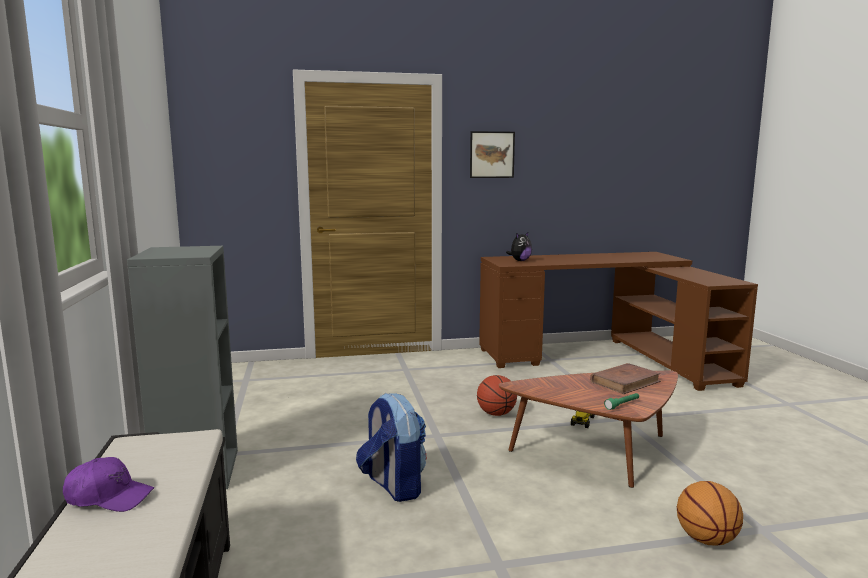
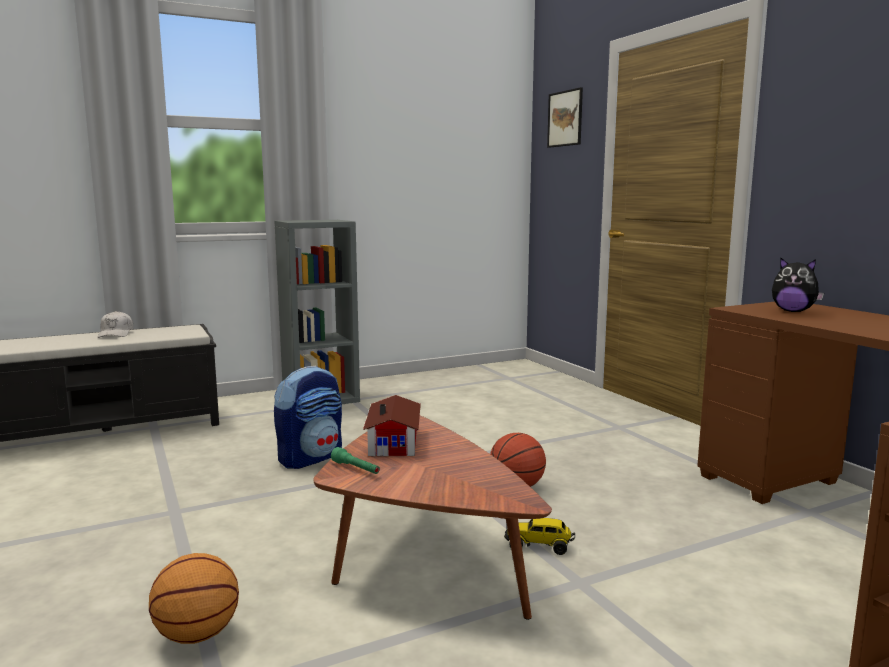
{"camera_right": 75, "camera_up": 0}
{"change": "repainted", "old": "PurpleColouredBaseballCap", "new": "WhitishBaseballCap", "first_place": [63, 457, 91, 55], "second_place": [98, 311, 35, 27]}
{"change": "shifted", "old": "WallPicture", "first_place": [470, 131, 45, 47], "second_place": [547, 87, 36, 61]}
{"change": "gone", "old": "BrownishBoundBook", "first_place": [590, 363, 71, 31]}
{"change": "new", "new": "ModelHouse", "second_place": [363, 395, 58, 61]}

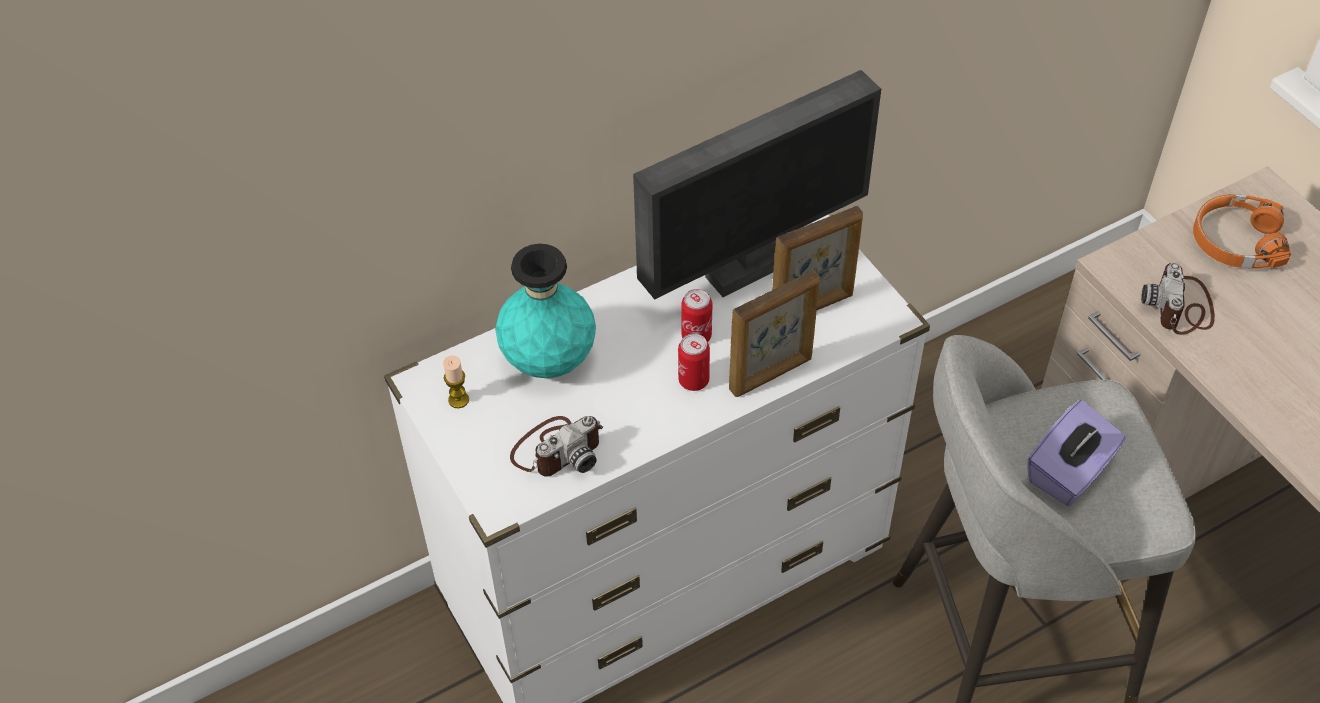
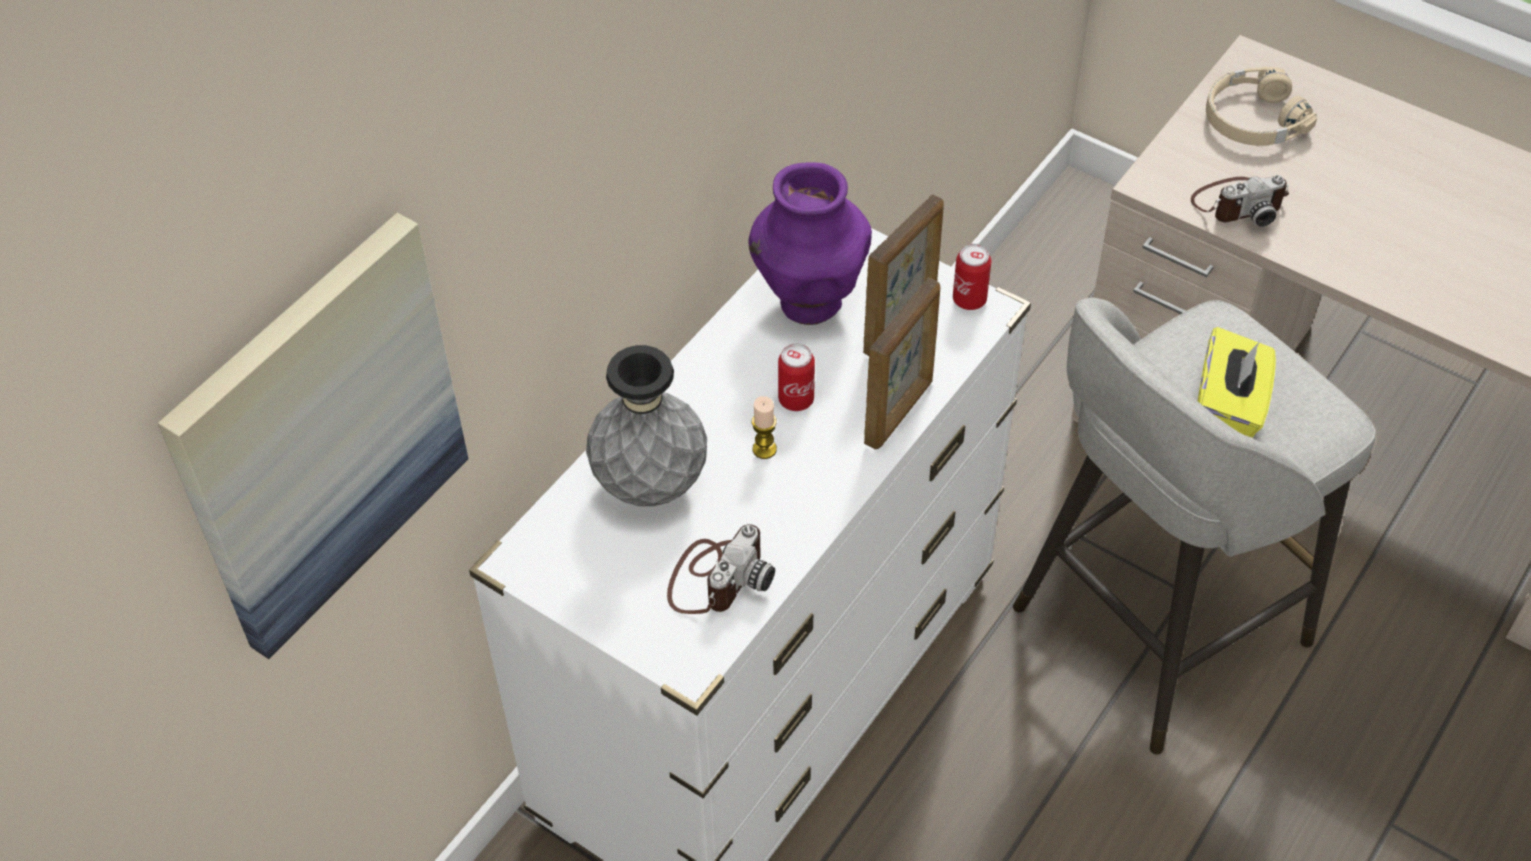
{"camera_right": -25, "camera_up": 0}
{"change": "shifted", "old": "Candle", "first_place": [443, 355, 26, 53], "second_place": [752, 396, 25, 63]}
{"change": "repainted", "old": "BlueGreenDecorativeVase", "new": "GrayDecorativeVase", "first_place": [495, 244, 101, 134], "second_place": [586, 345, 121, 161]}
{"change": "swapped", "old": "ComputerDisplay", "new": "PurpleColouredDecorativeVase", "first_place": [633, 70, 248, 230], "second_place": [748, 162, 124, 163]}
{"change": "shifted", "old": "MetalCan", "first_place": [678, 333, 32, 58], "second_place": [953, 244, 38, 66]}
{"change": "repainted", "old": "PurpleColouredTissueBox", "new": "YellowTissueBox", "first_place": [1027, 400, 99, 106], "second_place": [1198, 327, 78, 111]}
{"change": "rotated", "old": "StillCamera", "first_place": [1141, 262, 74, 73], "second_place": [1191, 175, 98, 52], "degrees": -90}
{"change": "repainted", "old": "OrangeColouredHeadset", "new": "BeigeHeadset", "first_place": [1193, 194, 98, 74], "second_place": [1206, 67, 111, 79]}
{"change": "new", "new": "WallPicture", "second_place": [158, 213, 311, 446]}

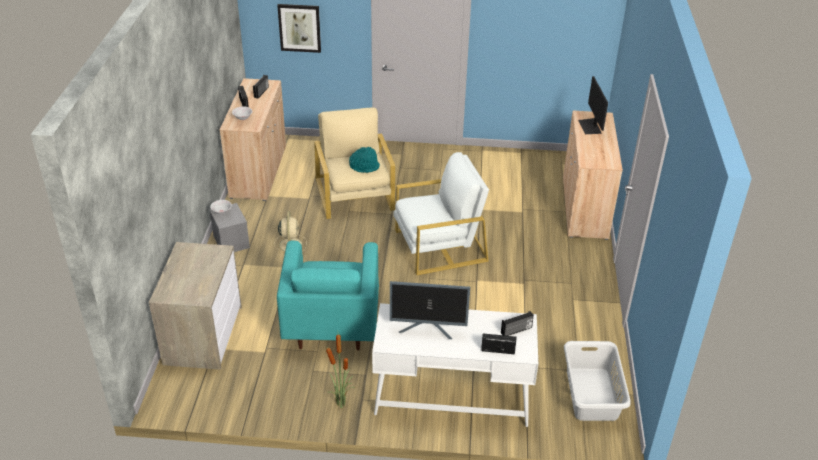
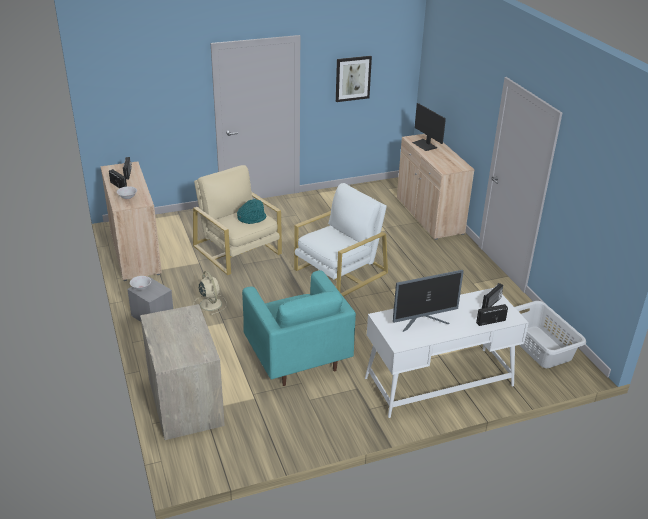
{"camera_right": -25, "camera_up": -5}
{"change": "shifted", "old": "WallPicture", "first_place": [277, 4, 44, 49], "second_place": [336, 56, 36, 46]}
{"change": "gone", "old": "Houseplant", "first_place": [326, 334, 29, 74]}

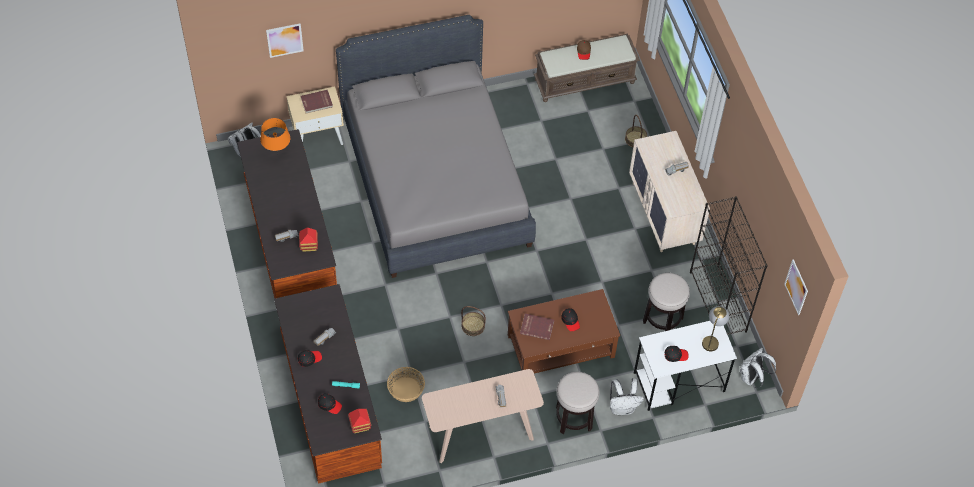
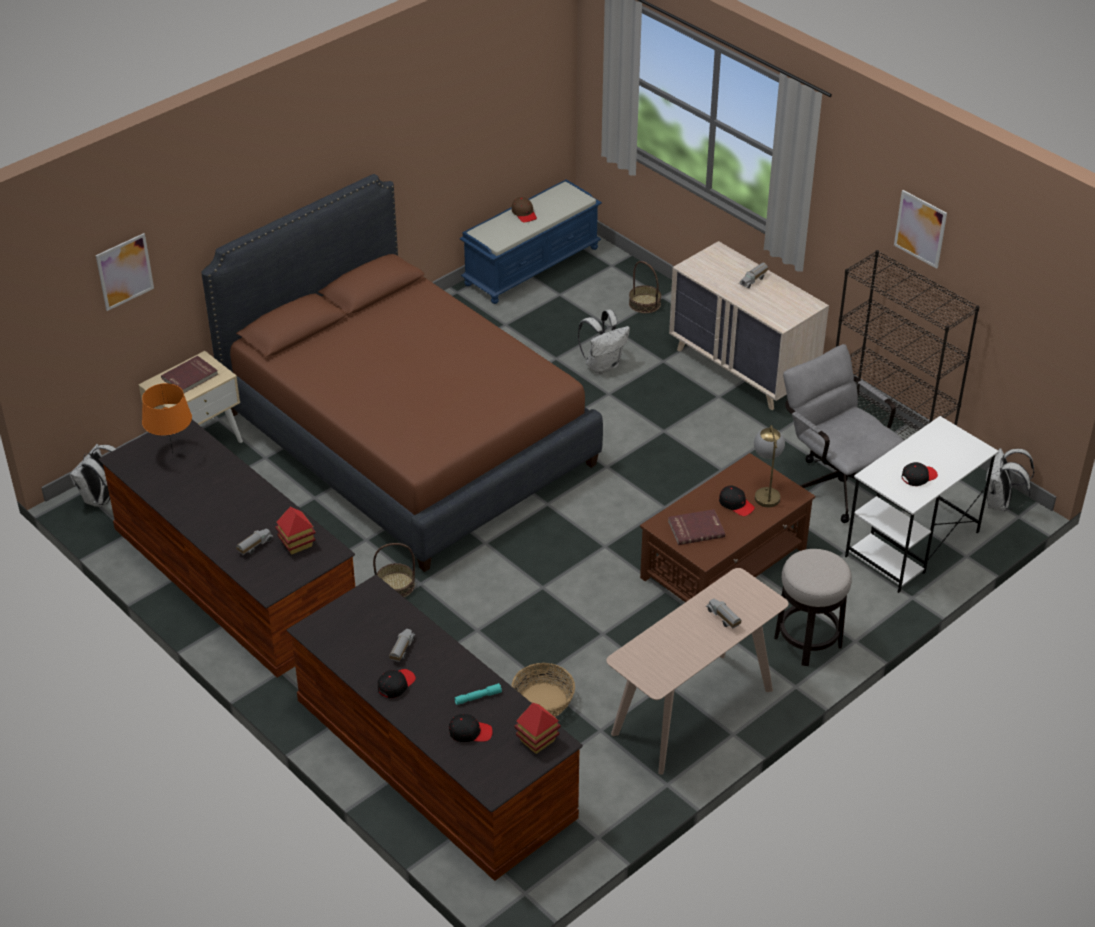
{"camera_right": -25, "camera_up": -15}
{"change": "repainted", "old": "GrayBed", "new": "BrownishBed", "first_place": [336, 15, 200, 263], "second_place": [201, 174, 402, 398]}
{"change": "shifted", "old": "Basket", "first_place": [461, 306, 25, 30], "second_place": [373, 543, 42, 54]}
{"change": "repainted", "old": "BrownishBench", "new": "BlueColouredBench", "first_place": [534, 33, 106, 69], "second_place": [460, 180, 142, 124]}
{"change": "shifted", "old": "WhitishRucksack", "first_place": [610, 378, 34, 37], "second_place": [578, 309, 52, 65]}
{"change": "swapped", "old": "SittingStool", "new": "GrayDeskChair", "first_place": [643, 273, 47, 58], "second_place": [783, 344, 121, 179]}
{"change": "shifted", "old": "LampForATable", "first_place": [702, 306, 27, 45], "second_place": [754, 425, 31, 82]}
{"change": "shifted", "old": "WallPicture", "first_place": [784, 259, 24, 56], "second_place": [894, 190, 53, 79]}

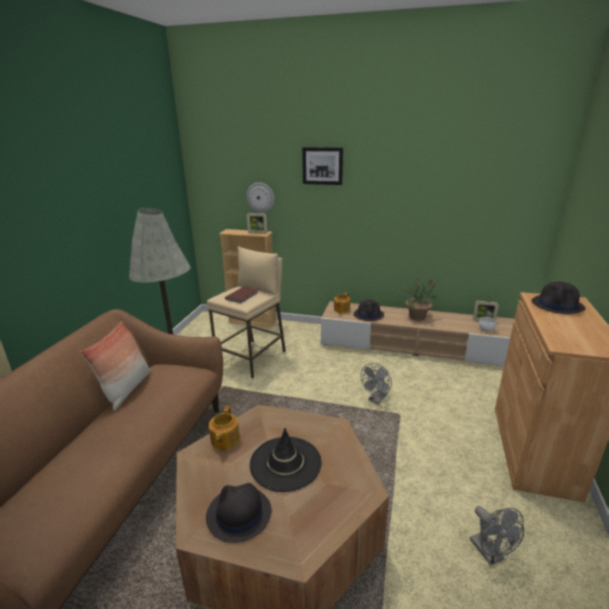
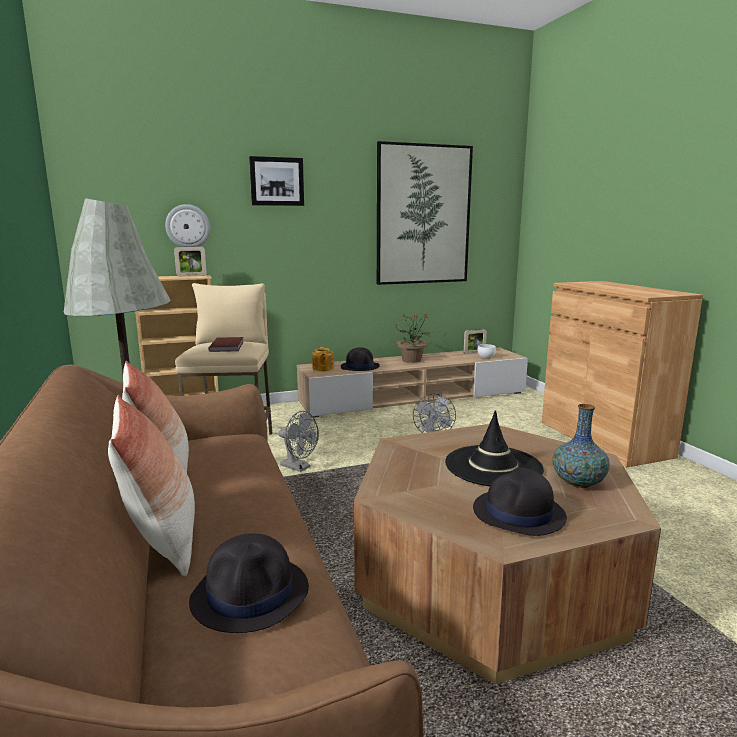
{"camera_right": -35, "camera_up": -10}
{"change": "gone", "old": "PotForTea", "first_place": [209, 406, 31, 44]}
{"change": "shifted", "old": "GrayFan", "first_place": [470, 506, 54, 59], "second_place": [278, 411, 41, 61]}
{"change": "shifted", "old": "BlackColouredWearableHat", "first_place": [531, 282, 55, 32], "second_place": [189, 533, 120, 100]}
{"change": "new", "new": "Cushion", "second_place": [108, 395, 87, 181]}
{"change": "new", "new": "WallPicture", "second_place": [377, 141, 96, 144]}
{"change": "new", "new": "DecorativeVase", "second_place": [552, 404, 58, 84]}

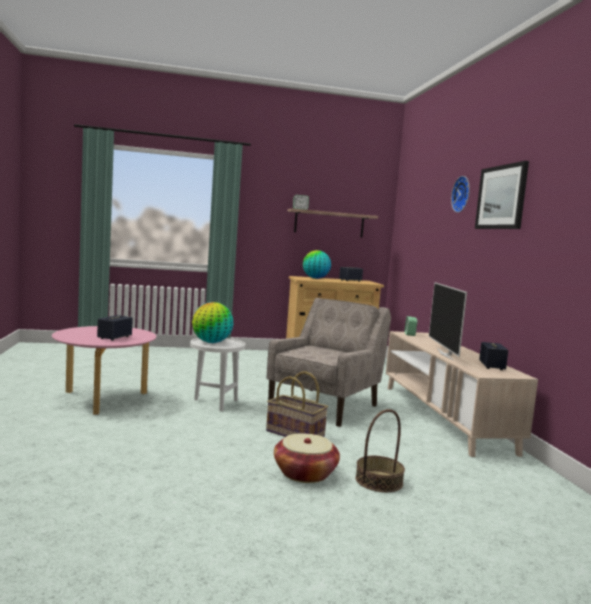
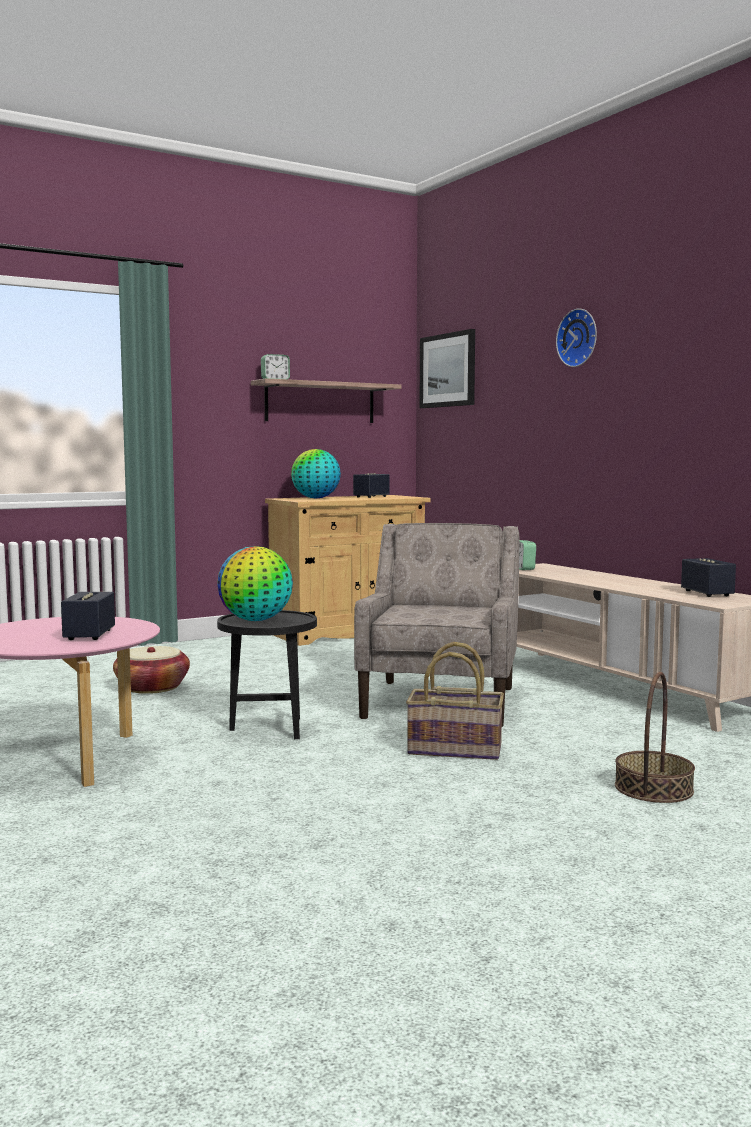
{"camera_right": -20, "camera_up": 0}
{"change": "repainted", "old": "WhitishEndTable", "new": "BlackColouredEndTable", "first_place": [190, 338, 55, 73], "second_place": [217, 610, 100, 129]}
{"change": "shifted", "old": "Basket", "first_place": [274, 433, 66, 50], "second_place": [113, 646, 77, 48]}
{"change": "gone", "old": "TvSet", "first_place": [429, 282, 38, 78]}
{"change": "shifted", "old": "WallPicture", "first_place": [475, 161, 54, 68], "second_place": [419, 329, 56, 79]}

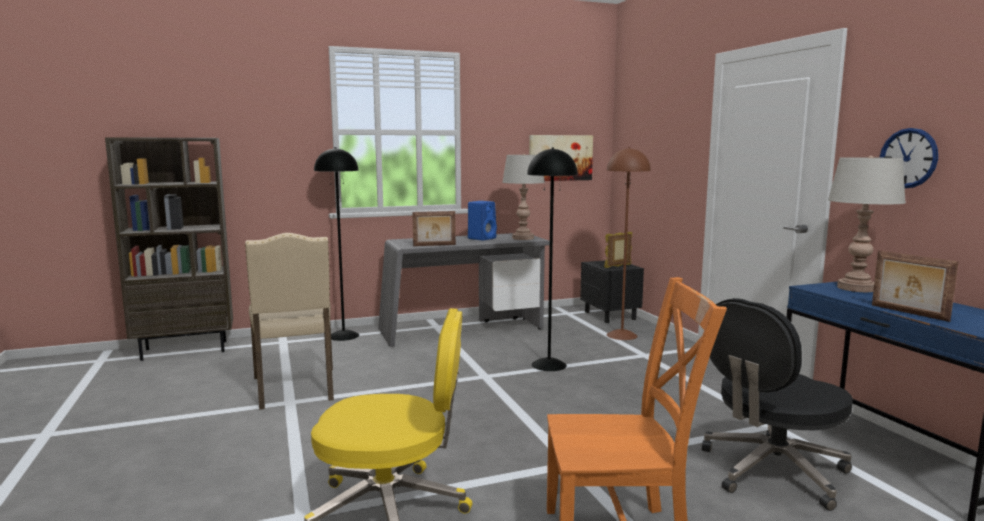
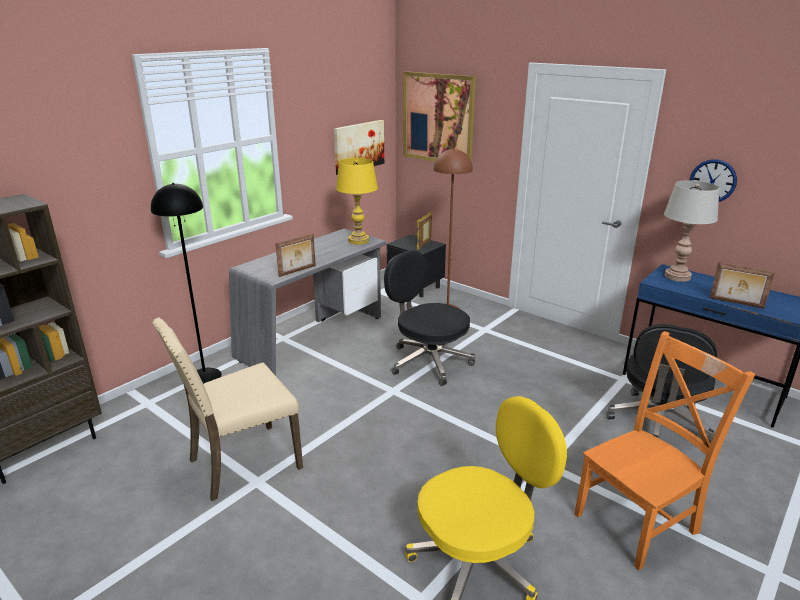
{"camera_right": -30, "camera_up": 15}
{"change": "rotated", "old": "BeigeChair", "first_place": [245, 233, 89, 177], "second_place": [152, 318, 151, 183], "degrees": 105}
{"change": "gone", "old": "BlueColouredLoudspeaker", "first_place": [468, 201, 29, 40]}
{"change": "repainted", "old": "GrayLampForATable", "new": "YellowLampForATable", "first_place": [502, 154, 43, 86], "second_place": [336, 158, 42, 87]}
{"change": "swapped", "old": "BlackColouredFloorLamp", "new": "BlackColouredDeskChair", "first_place": [527, 148, 51, 223], "second_place": [384, 250, 91, 136]}
{"change": "new", "new": "WallPicture", "second_place": [403, 71, 73, 91]}

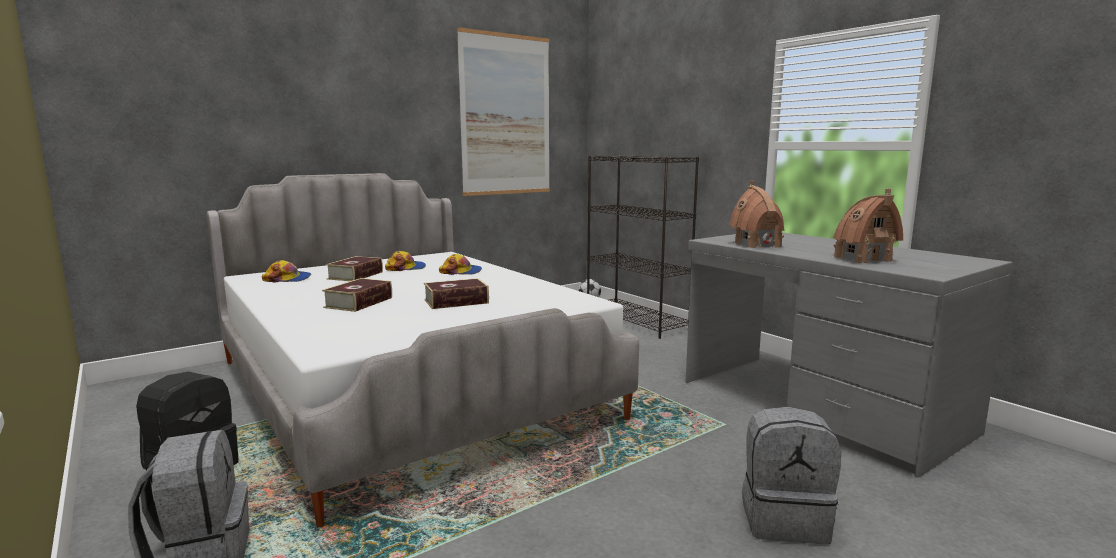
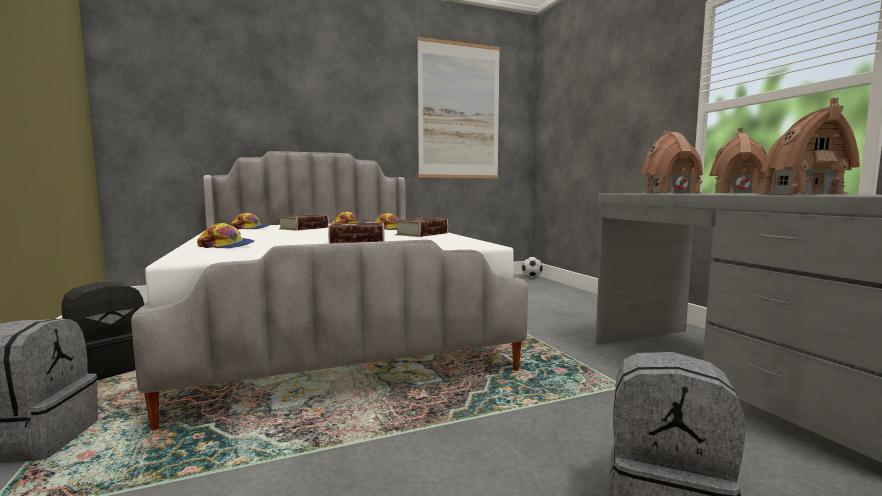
{"camera_right": 15, "camera_up": -5}
{"change": "shifted", "old": "BoundBook", "first_place": [322, 278, 70, 34], "second_place": [395, 218, 53, 19]}
{"change": "gone", "old": "BlackColouredBookcase", "first_place": [587, 156, 112, 183]}
{"change": "new", "new": "BaseballCap", "second_place": [197, 223, 57, 25]}
{"change": "new", "new": "ModelHouse", "second_place": [709, 128, 58, 65]}

